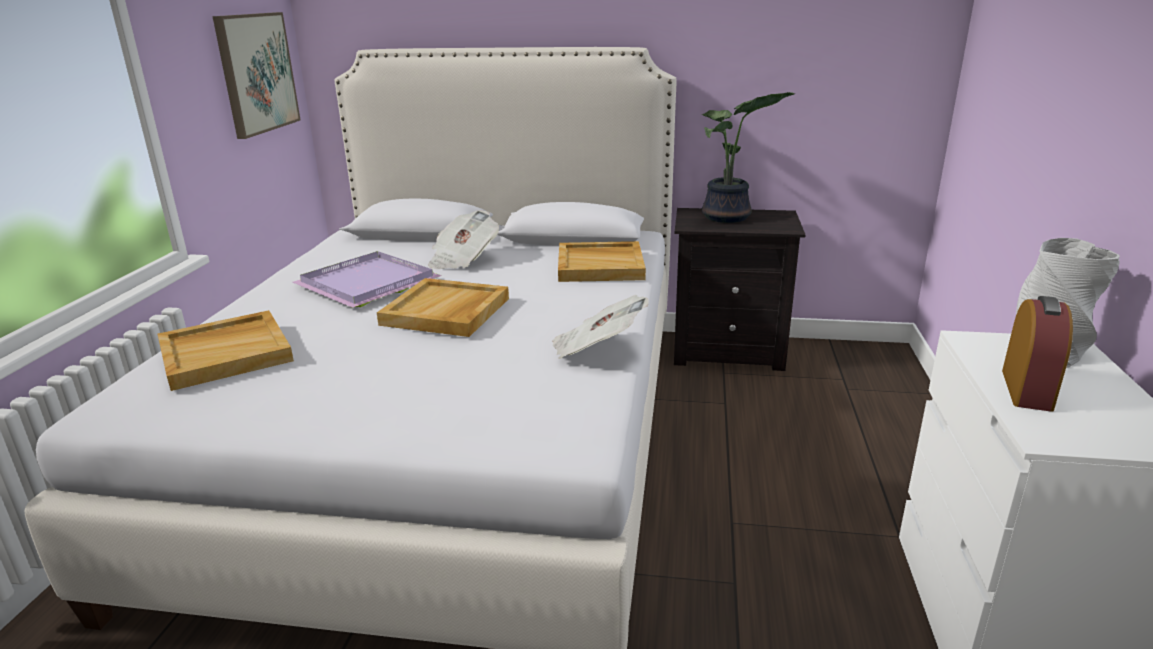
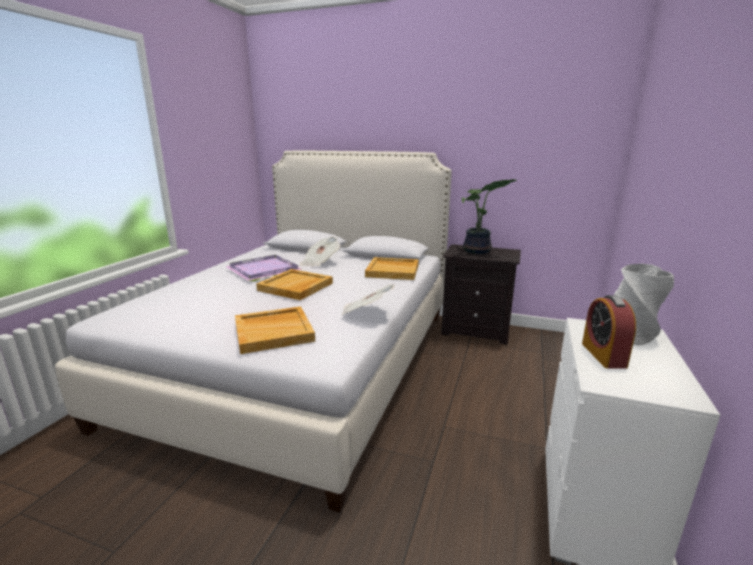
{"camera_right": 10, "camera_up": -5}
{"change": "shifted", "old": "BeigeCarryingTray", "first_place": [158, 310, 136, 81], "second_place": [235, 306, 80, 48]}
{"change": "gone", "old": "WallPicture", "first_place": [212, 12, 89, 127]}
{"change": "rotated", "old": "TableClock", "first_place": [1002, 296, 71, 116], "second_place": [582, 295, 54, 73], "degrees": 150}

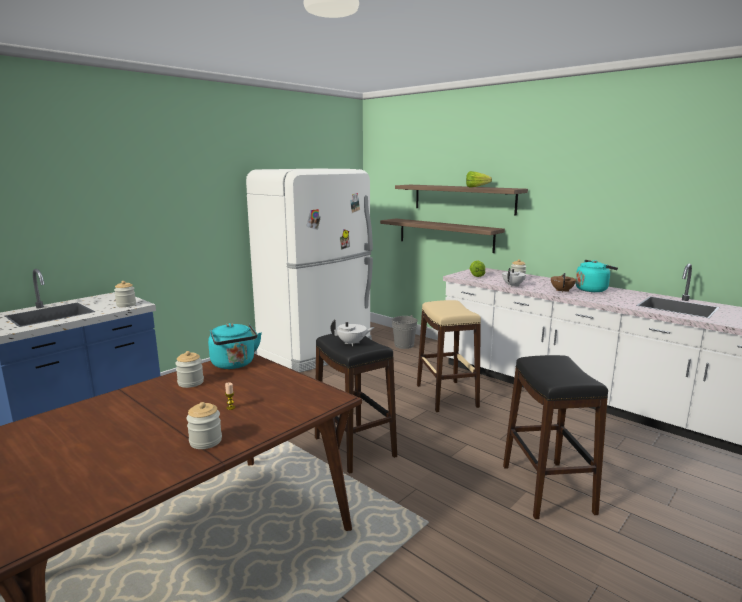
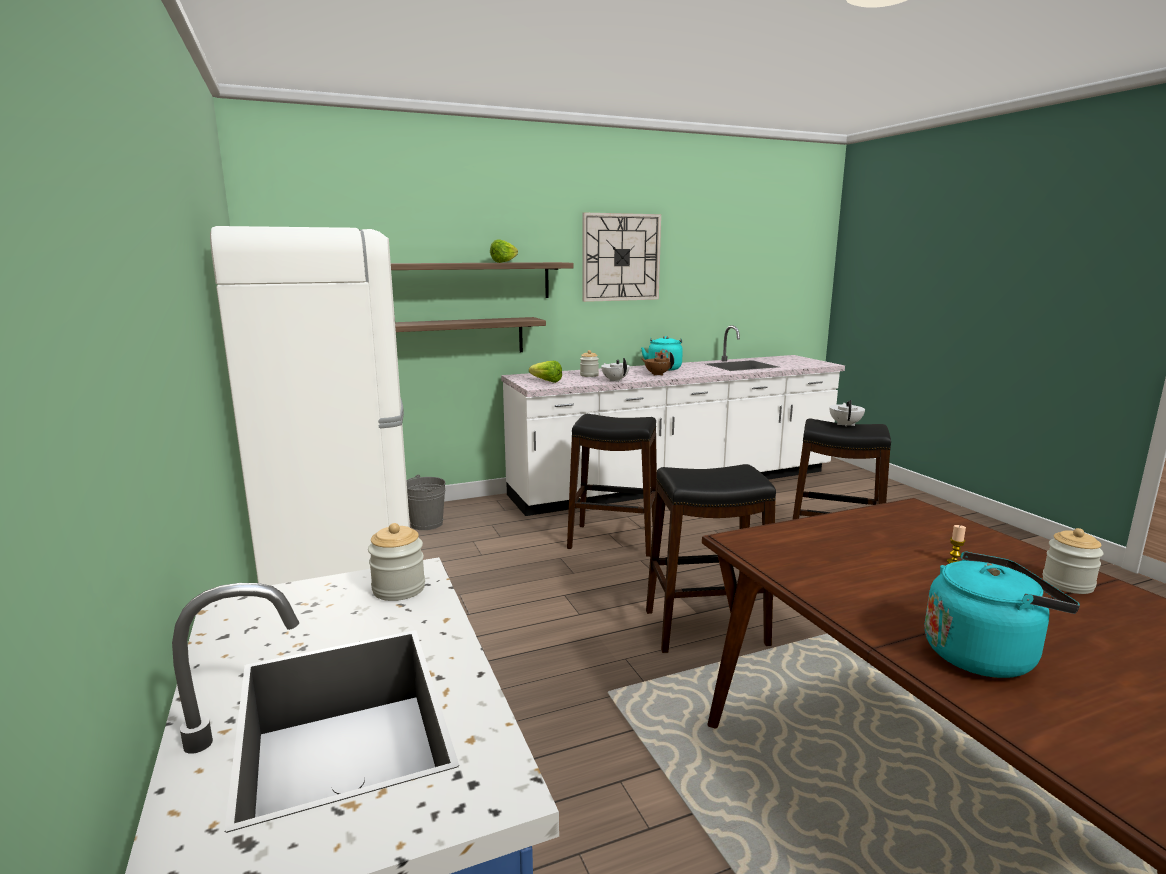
{"camera_right": -65, "camera_up": 0}
{"change": "gone", "old": "PreserveJar", "first_place": [175, 351, 29, 37]}
{"change": "shifted", "old": "BlueGreenKettle", "first_place": [208, 323, 54, 46], "second_place": [925, 551, 155, 127]}
{"change": "shifted", "old": "WhitishPotForTea", "first_place": [331, 319, 43, 27], "second_place": [829, 400, 36, 27]}
{"change": "repainted", "old": "BeigeSittingStool", "new": "BlackColouredSittingStool", "first_place": [417, 300, 64, 112], "second_place": [567, 414, 90, 143]}
{"change": "new", "new": "ClockOnTheWall", "second_place": [583, 213, 78, 89]}

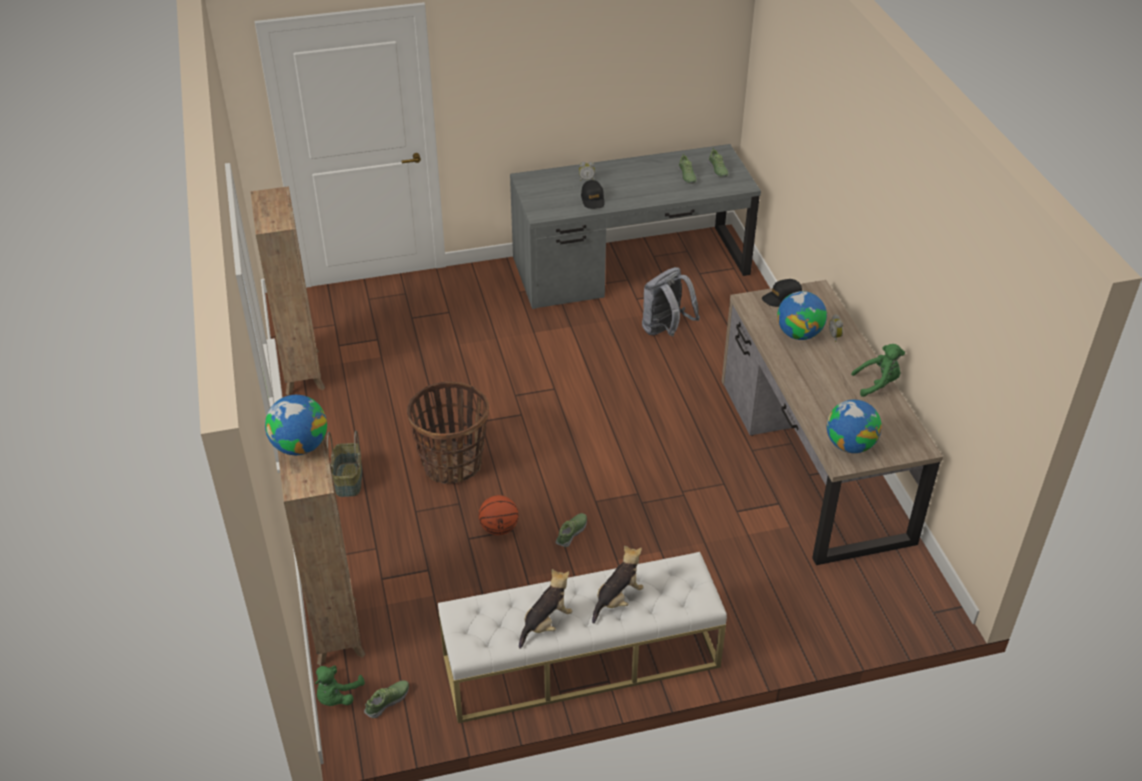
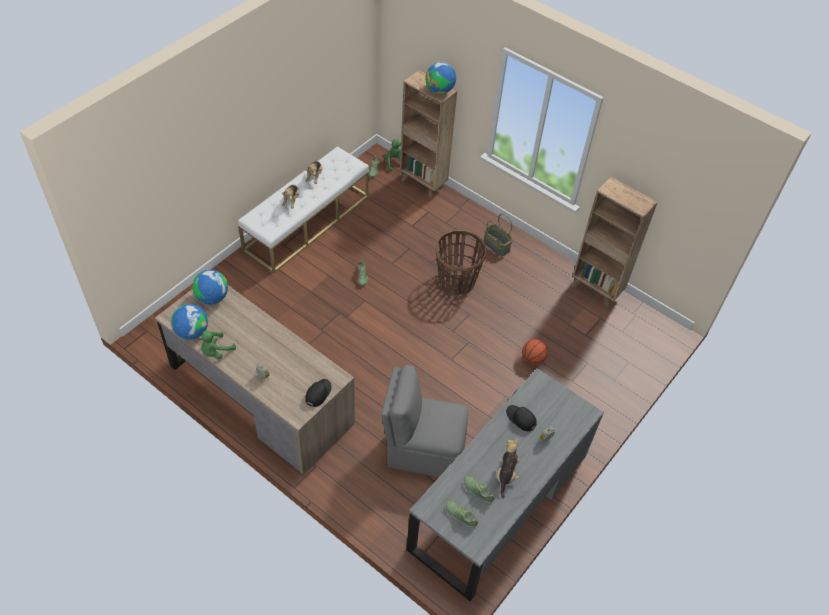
{"camera_right": 140, "camera_up": 10}
{"change": "shifted", "old": "BasketballBall", "first_place": [479, 495, 39, 40], "second_place": [522, 339, 26, 26]}
{"change": "swapped", "old": "GrayRucksack", "new": "GrayChair", "first_place": [642, 267, 58, 69], "second_place": [381, 365, 88, 112]}
{"change": "shifted", "old": "Globe", "first_place": [777, 291, 50, 49], "second_place": [171, 304, 37, 36]}
{"change": "new", "new": "SoftToy", "second_place": [497, 439, 23, 60]}

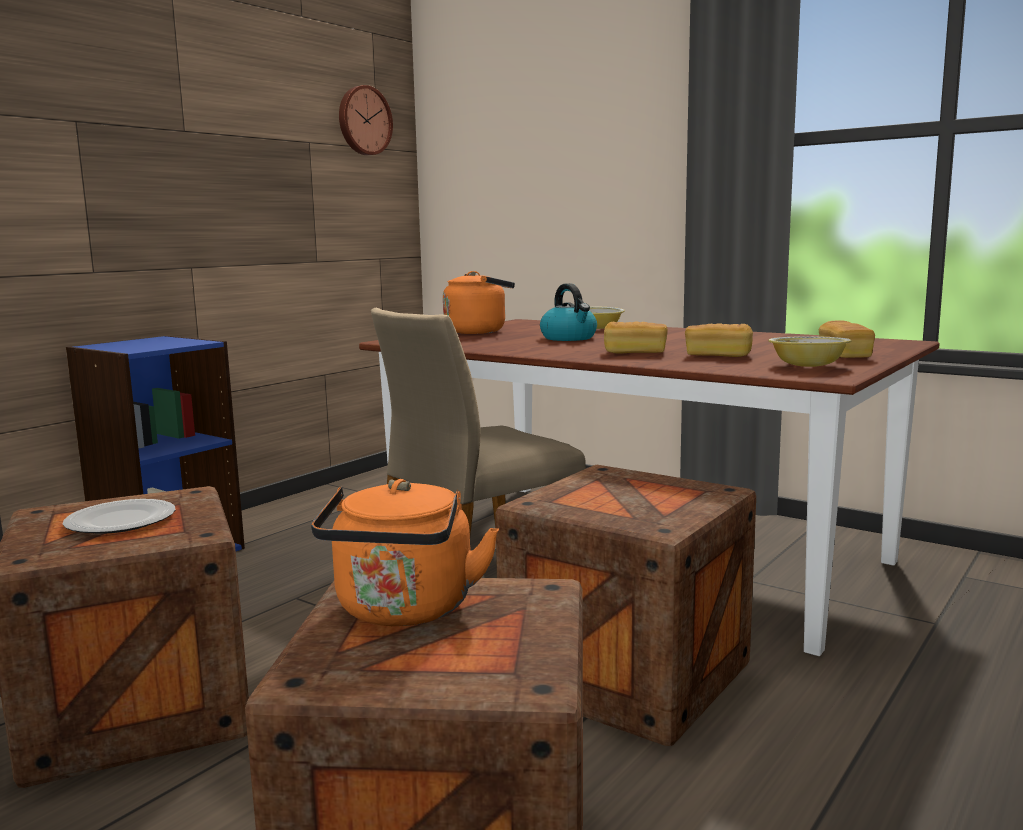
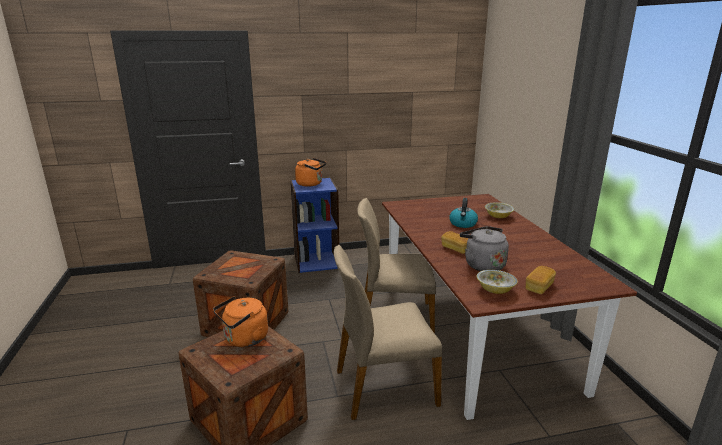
{"camera_right": 40, "camera_up": 10}
{"change": "gone", "old": "Plate", "first_place": [63, 499, 112, 35]}
{"change": "gone", "old": "ClockOnTheWall", "first_place": [339, 85, 54, 70]}
{"change": "shifted", "old": "OrangeColouredKettle", "first_place": [443, 271, 72, 63], "second_place": [295, 158, 31, 29]}
{"change": "swapped", "old": "PackingCrate", "new": "BeigeChair", "first_place": [495, 465, 261, 281], "second_place": [333, 245, 109, 175]}
{"change": "swapped", "old": "Bread", "new": "GrayKettle", "first_place": [685, 323, 68, 34], "second_place": [460, 226, 49, 45]}

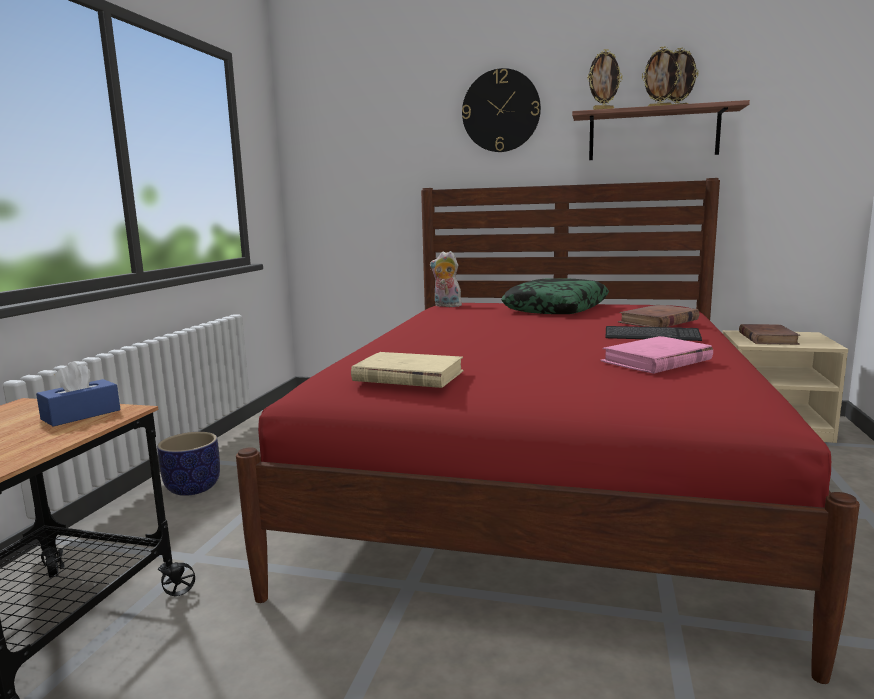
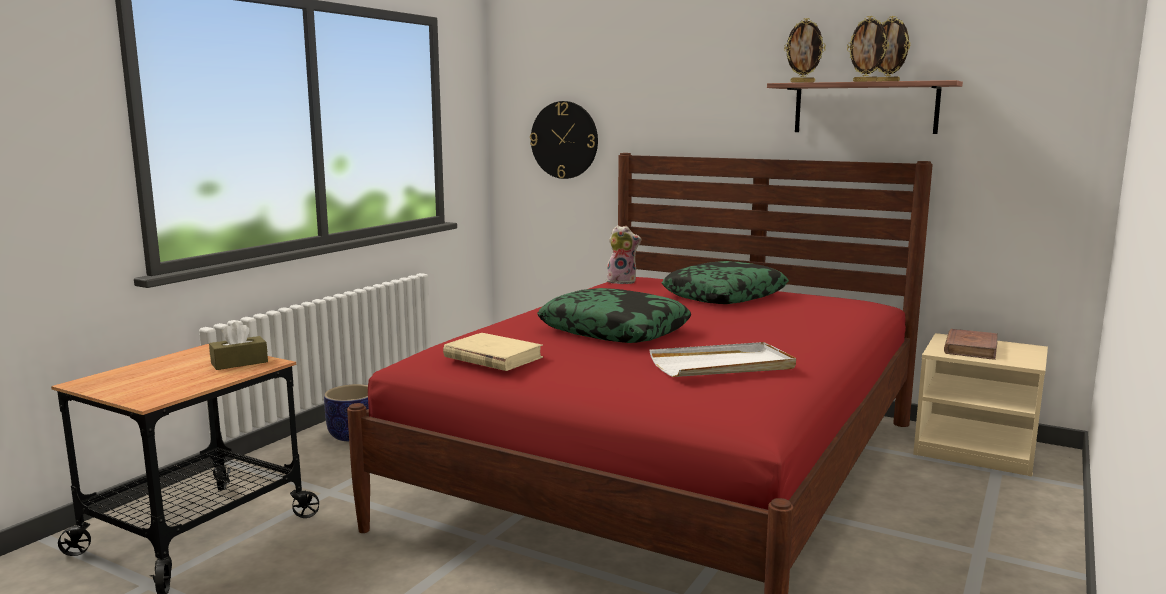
{"camera_right": 15, "camera_up": 0}
{"change": "repainted", "old": "BlueColouredTissueBox", "new": "BrownishTissueBox", "first_place": [36, 362, 85, 65], "second_place": [209, 322, 59, 48]}
{"change": "rotated", "old": "SoftToy", "first_place": [430, 251, 32, 56], "second_place": [607, 225, 35, 59], "degrees": 150}
{"change": "shifted", "old": "ClockOnTheWall", "first_place": [462, 68, 79, 84], "second_place": [530, 101, 68, 78]}
{"change": "swapped", "old": "PinkishBoundBook", "new": "WhitishCarryingTray", "first_place": [600, 336, 113, 38], "second_place": [649, 342, 147, 35]}
{"change": "gone", "old": "PcKeyboard", "first_place": [605, 326, 97, 15]}
{"change": "gone", "old": "BrownishBoundBook", "first_place": [618, 305, 82, 22]}
{"change": "new", "new": "Cushion", "second_place": [537, 288, 154, 55]}

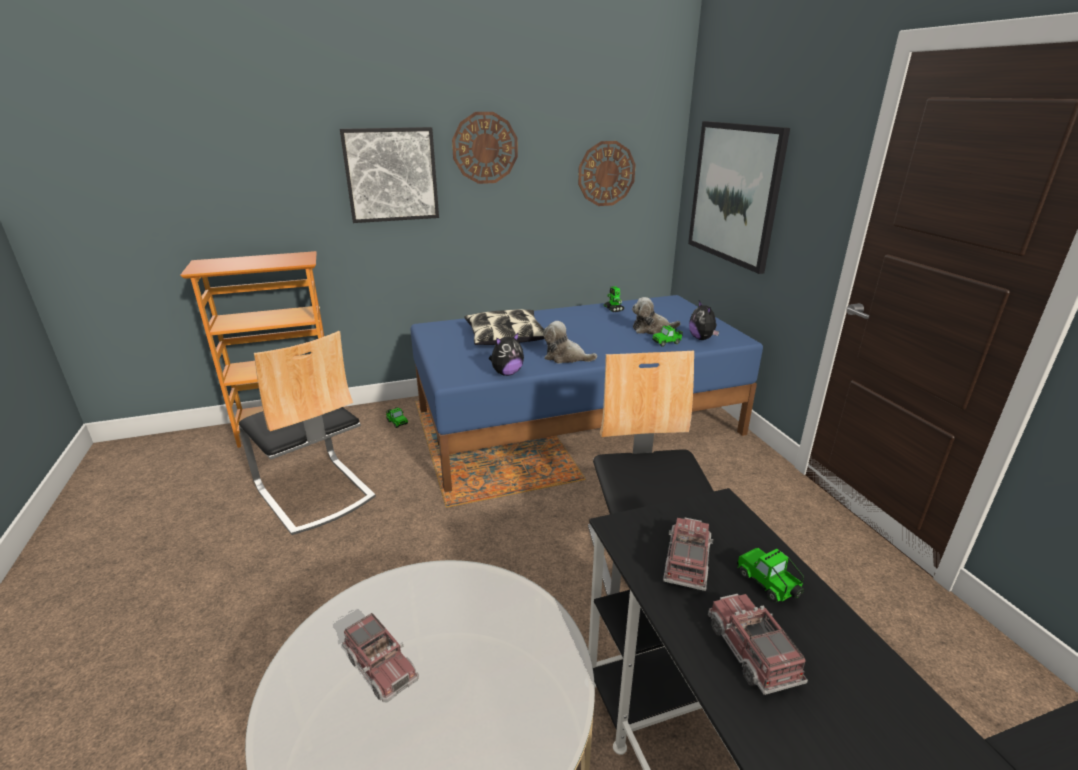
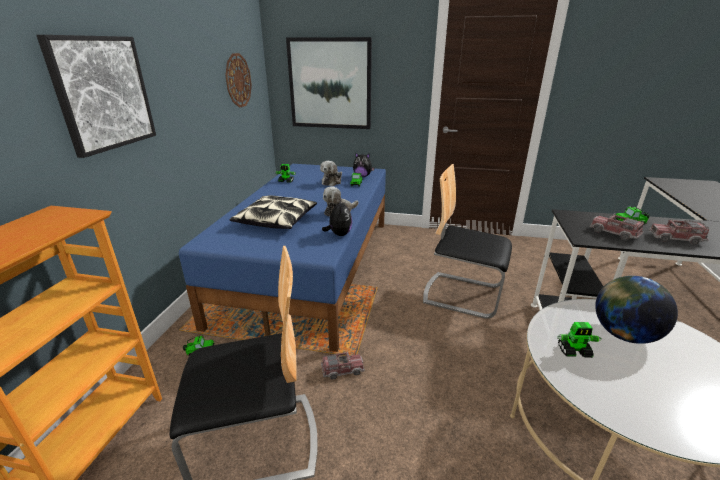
{"camera_right": -60, "camera_up": 0}
{"change": "shifted", "old": "ToyTruck", "first_place": [342, 613, 77, 89], "second_place": [321, 352, 44, 27]}
{"change": "gone", "old": "ClockOnTheWall", "first_place": [452, 112, 66, 72]}
{"change": "new", "new": "ToyRobot", "second_place": [557, 322, 45, 36]}
{"change": "new", "new": "Globe", "second_place": [595, 276, 83, 68]}

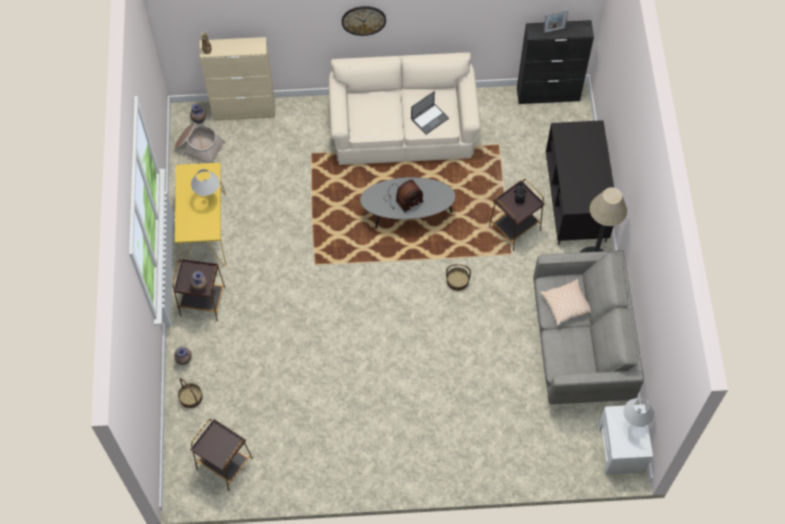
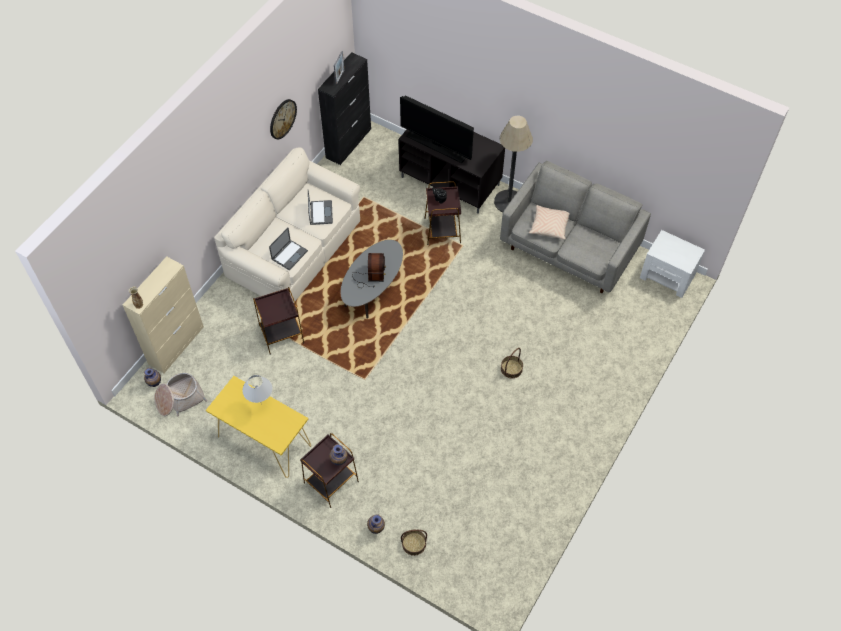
{"camera_right": -55, "camera_up": -5}
{"change": "shifted", "old": "BrownishEndTable", "first_place": [190, 419, 63, 72], "second_place": [253, 287, 51, 68]}
{"change": "shifted", "old": "ClockOnTheWall", "first_place": [342, 6, 44, 30], "second_place": [270, 99, 27, 40]}
{"change": "shifted", "old": "Basket", "first_place": [446, 264, 25, 27], "second_place": [501, 348, 22, 30]}
{"change": "gone", "old": "WhitishLampForATable", "first_place": [623, 398, 31, 29]}
{"change": "new", "new": "NotebookComputer", "second_place": [269, 228, 39, 42]}
{"change": "new", "new": "TvSet", "second_place": [400, 95, 74, 68]}

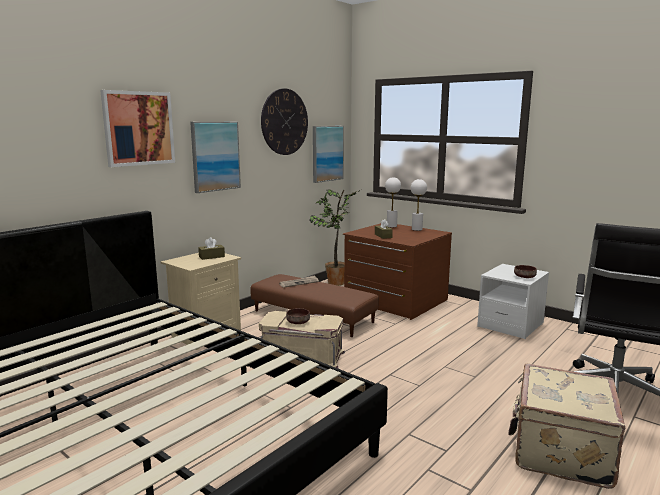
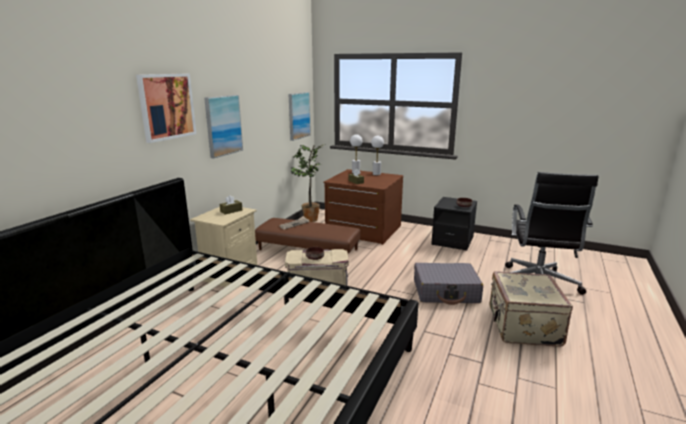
{"camera_right": -15, "camera_up": 5}
{"change": "gone", "old": "ClockOnTheWall", "first_place": [261, 88, 47, 67]}
{"change": "repainted", "old": "WhitishBedsideTable", "new": "BlackColouredBedsideTable", "first_place": [477, 264, 72, 75], "second_place": [431, 197, 46, 54]}
{"change": "new", "new": "GrayTravelCase", "second_place": [414, 263, 69, 42]}

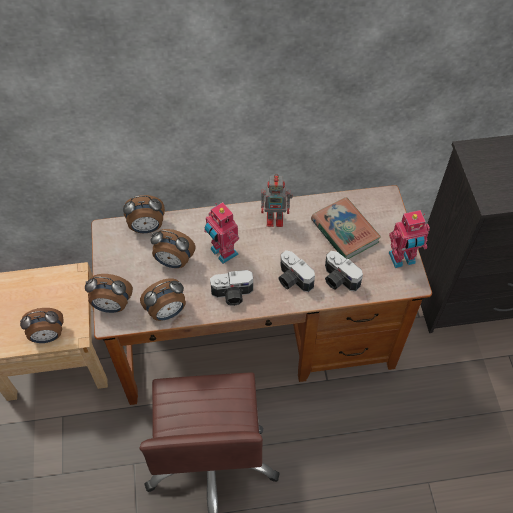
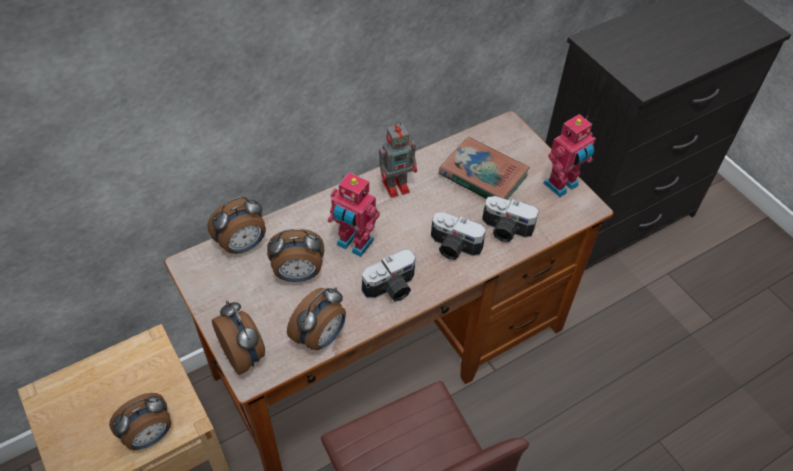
{"camera_right": -25, "camera_up": -5}
{"change": "rotated", "old": "TableClock", "first_place": [85, 274, 48, 39], "second_place": [212, 301, 53, 74], "degrees": -105}

